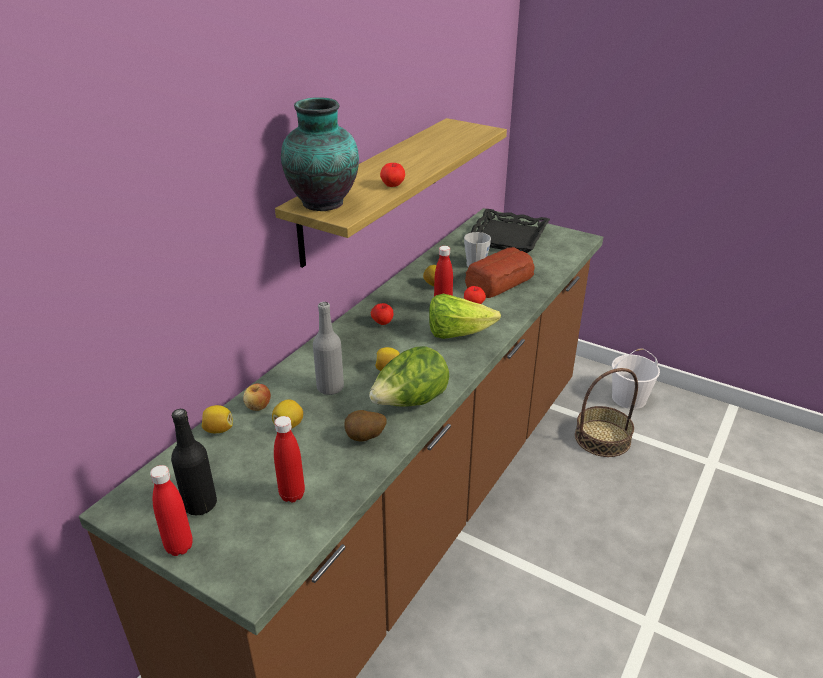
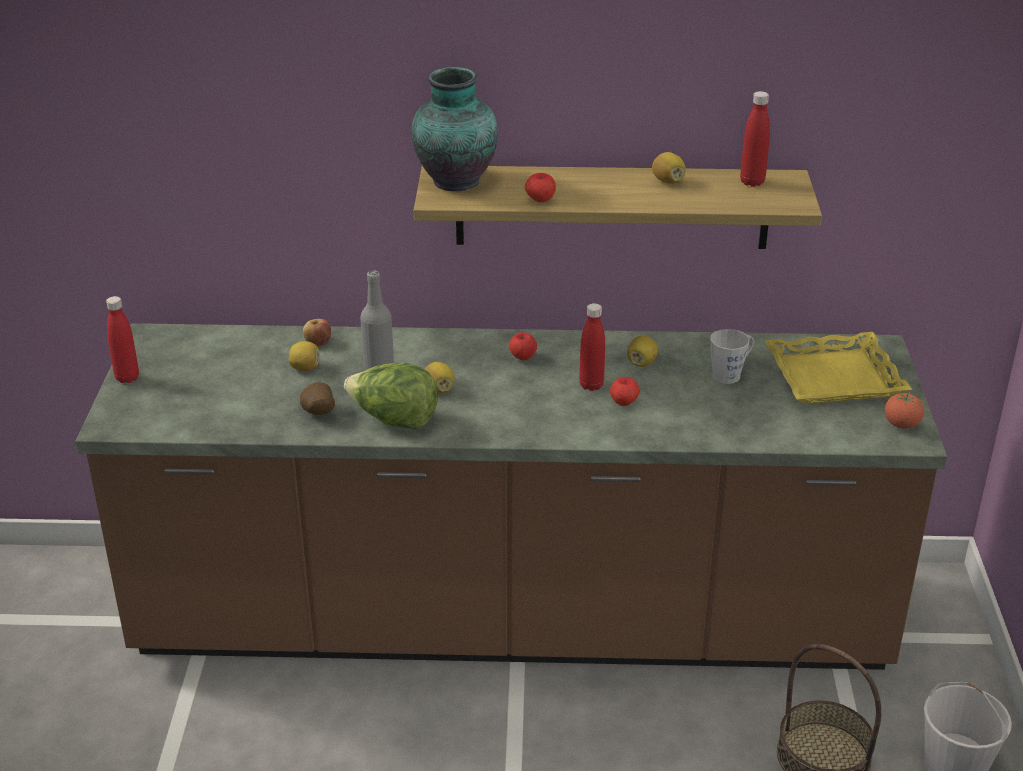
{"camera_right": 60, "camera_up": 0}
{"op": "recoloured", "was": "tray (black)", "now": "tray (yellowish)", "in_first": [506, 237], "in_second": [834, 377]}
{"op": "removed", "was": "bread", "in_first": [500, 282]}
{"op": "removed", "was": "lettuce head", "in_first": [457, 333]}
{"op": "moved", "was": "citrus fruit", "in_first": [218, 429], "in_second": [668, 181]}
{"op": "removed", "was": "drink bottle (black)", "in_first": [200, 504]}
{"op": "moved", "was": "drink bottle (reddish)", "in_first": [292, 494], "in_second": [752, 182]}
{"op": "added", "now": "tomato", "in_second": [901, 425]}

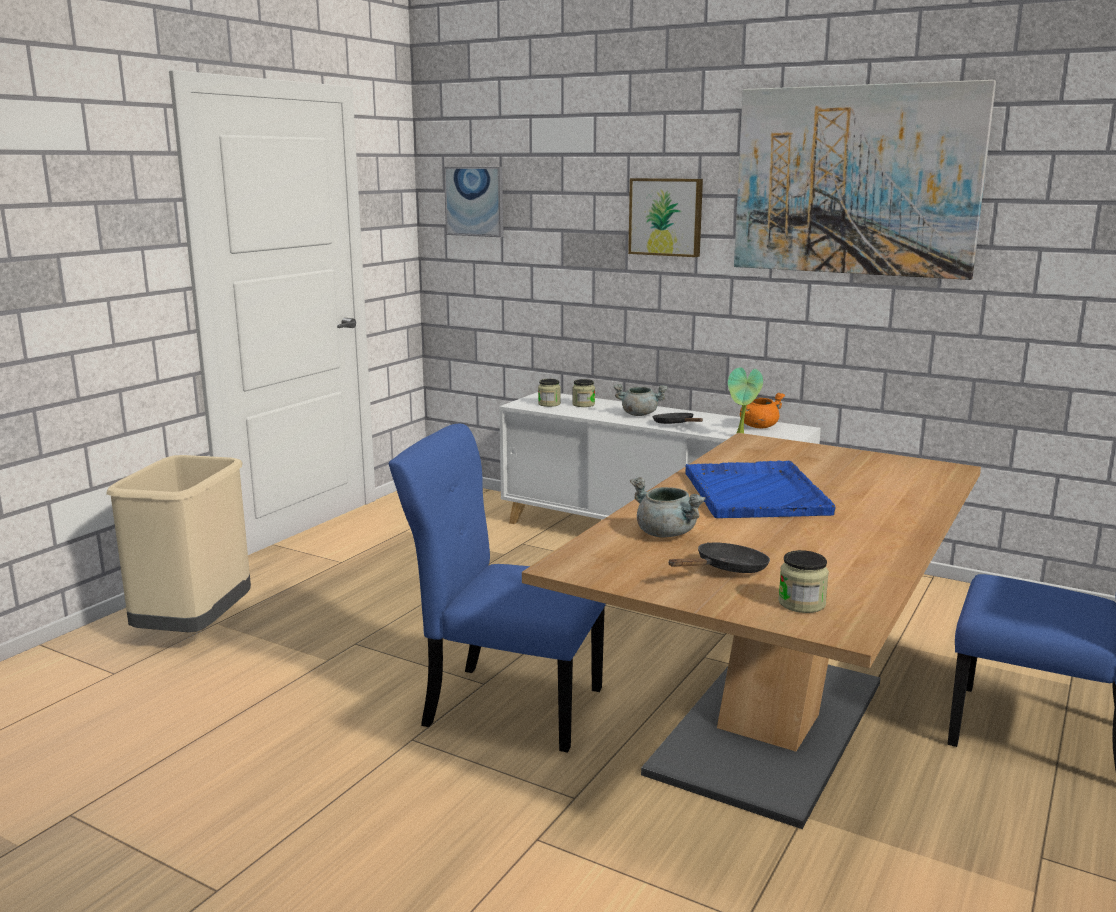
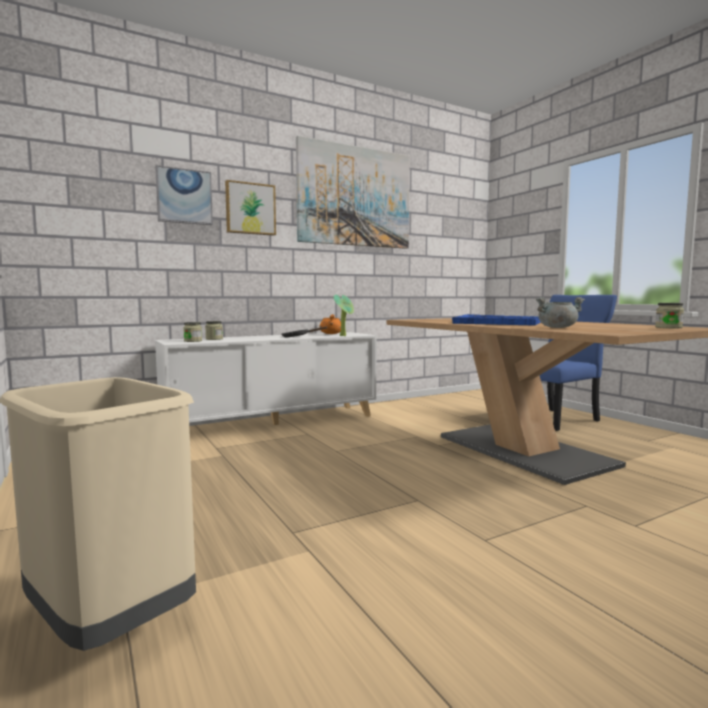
{"camera_right": -60, "camera_up": -10}
{"op": "moved", "was": "wall art", "in_first": [474, 201], "in_second": [184, 196]}
{"op": "removed", "was": "cooking pot (grey)", "in_first": [639, 414]}
{"op": "removed", "was": "plain chair (blue)", "in_first": [506, 705]}
{"op": "removed", "was": "pan (black)", "in_first": [726, 569]}

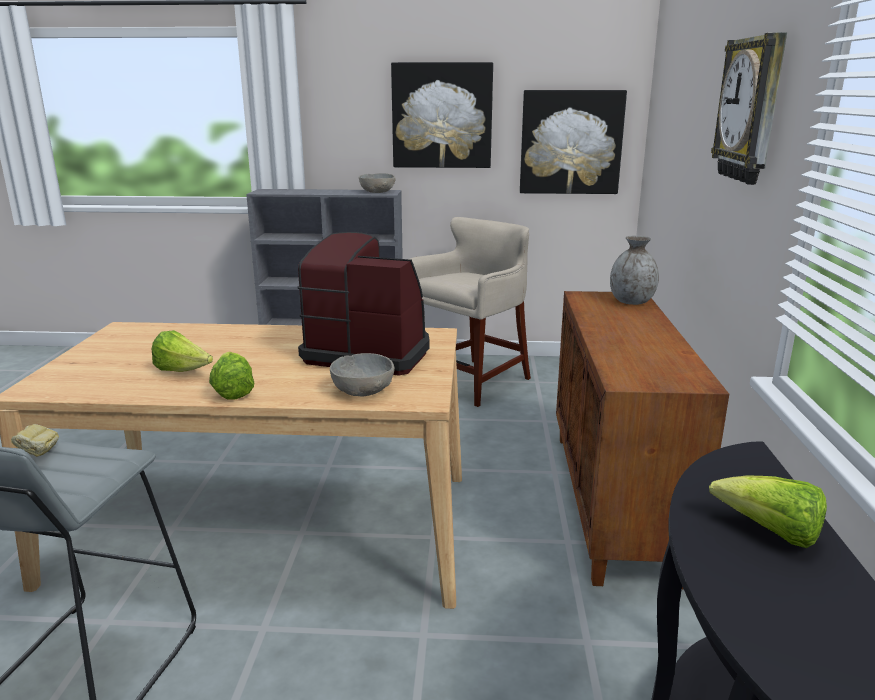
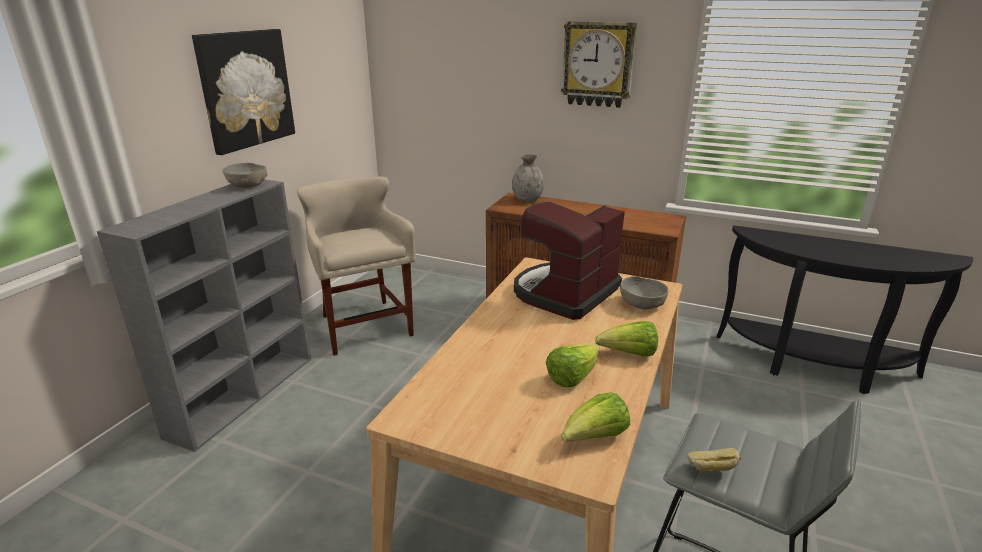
{"camera_right": -70, "camera_up": 5}
{"op": "removed", "was": "wall art", "in_first": [571, 142]}
{"op": "moved", "was": "lettuce head", "in_first": [770, 533], "in_second": [595, 438]}

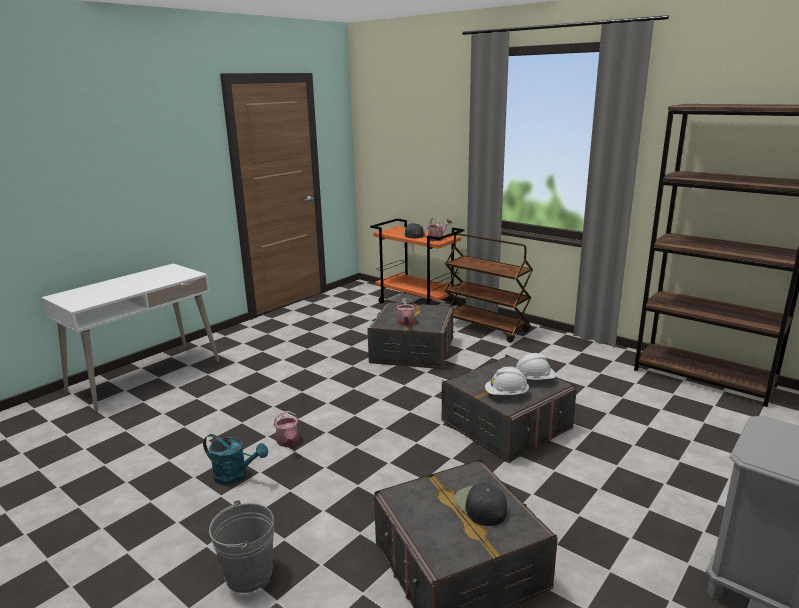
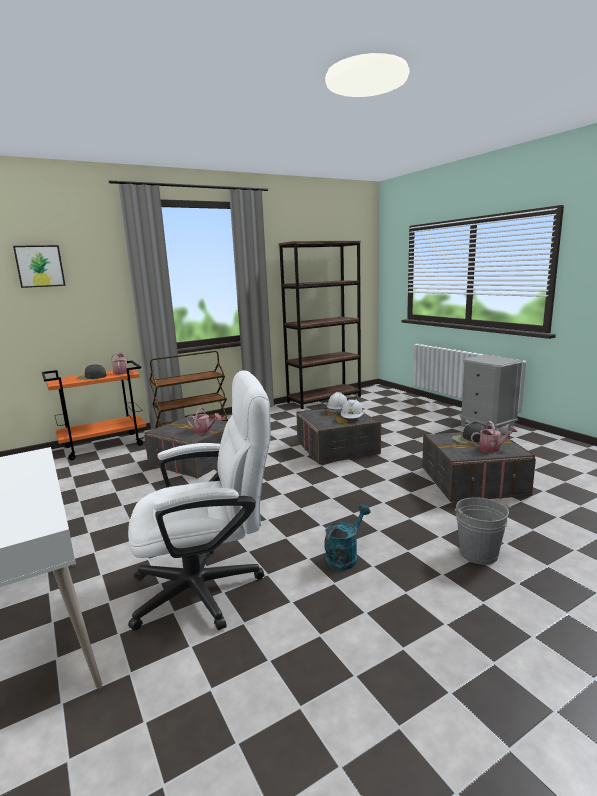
{"camera_right": -70, "camera_up": -5}
{"op": "moved", "was": "sprinkling can", "in_first": [288, 442], "in_second": [492, 448]}
{"op": "added", "now": "wall art", "in_second": [39, 266]}
{"op": "added", "now": "computer chair (white-coloured)", "in_second": [210, 587]}

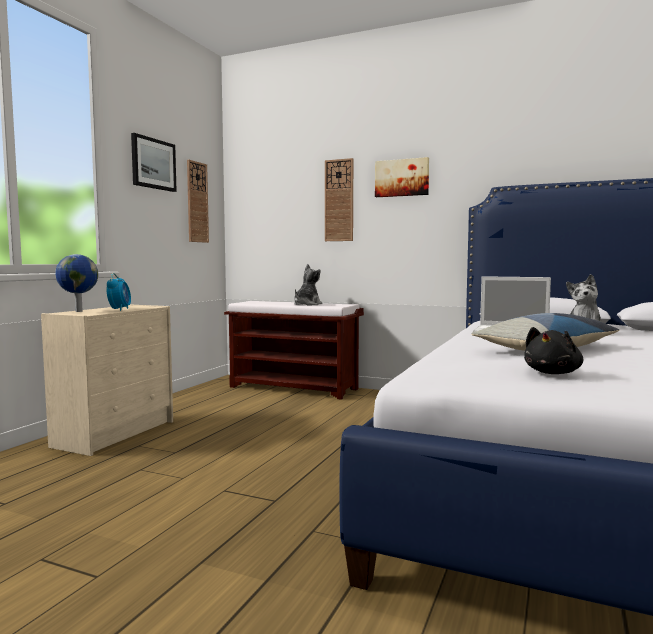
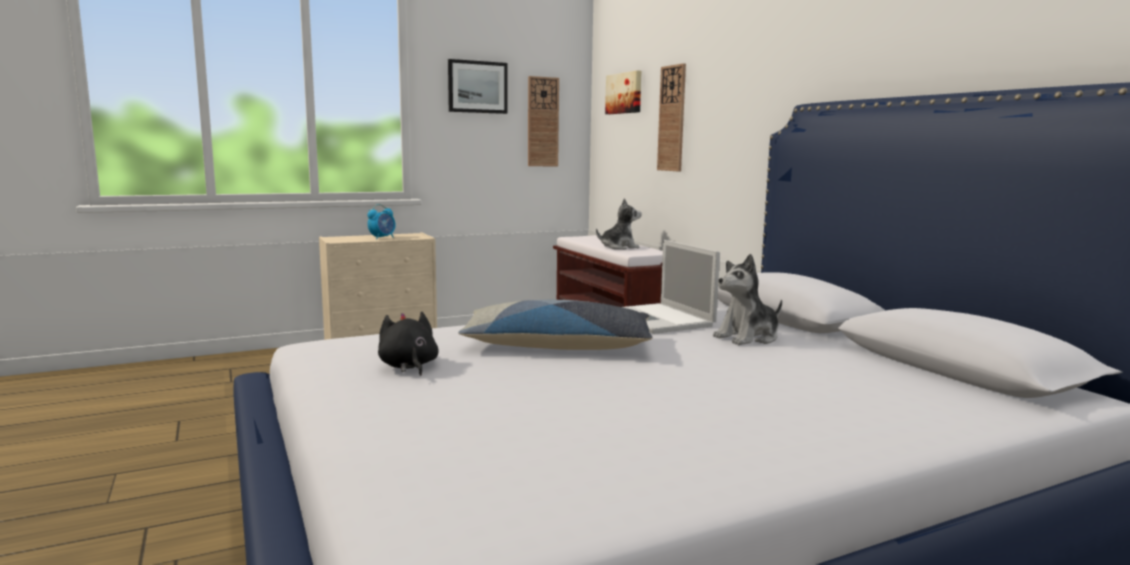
{"camera_right": 40, "camera_up": 5}
{"op": "moved", "was": "wall art", "in_first": [402, 178], "in_second": [625, 93]}
{"op": "removed", "was": "globe", "in_first": [78, 311]}
{"op": "turned", "was": "soft toy (black)", "in_first": [553, 373], "in_second": [408, 366], "clockwise": 75}

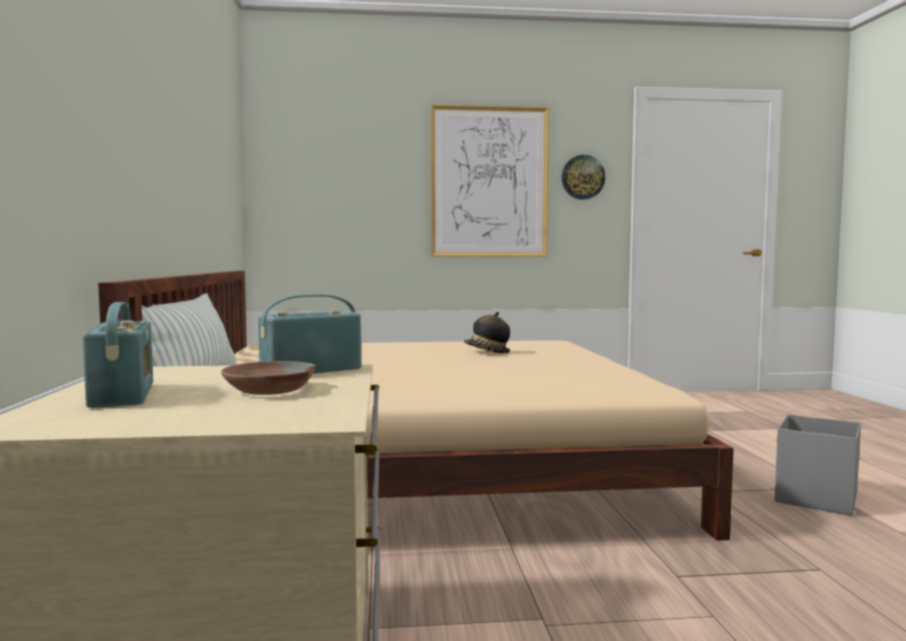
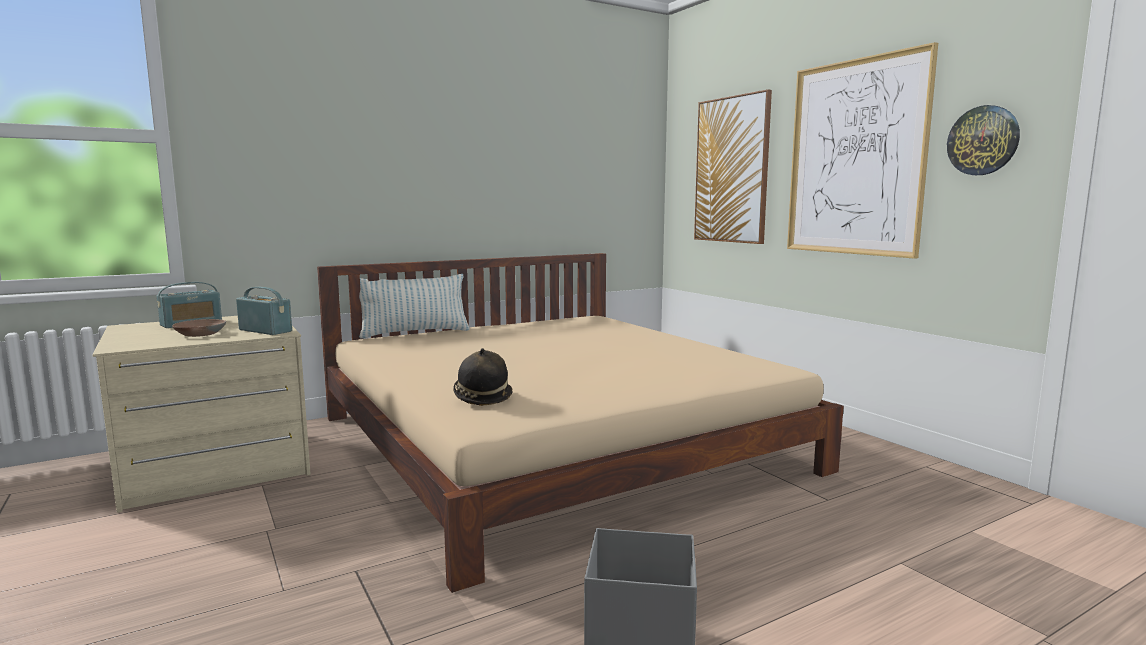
{"camera_right": 65, "camera_up": 5}
{"op": "moved", "was": "wearable hat", "in_first": [487, 352], "in_second": [482, 397]}
{"op": "added", "now": "wall art", "in_second": [732, 170]}

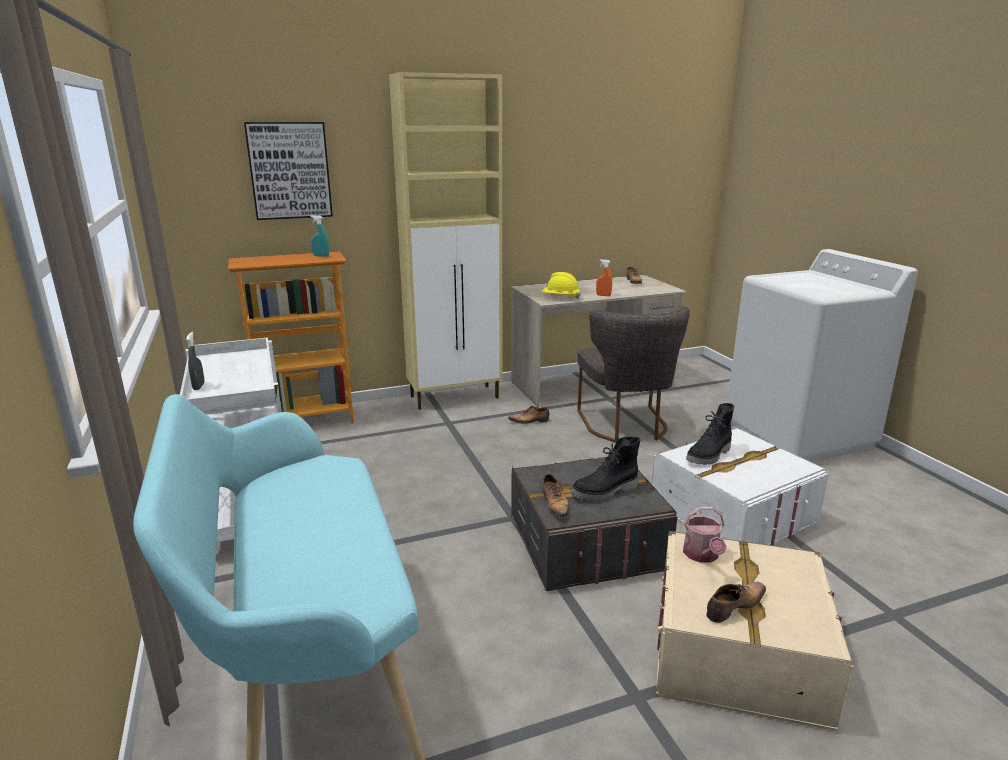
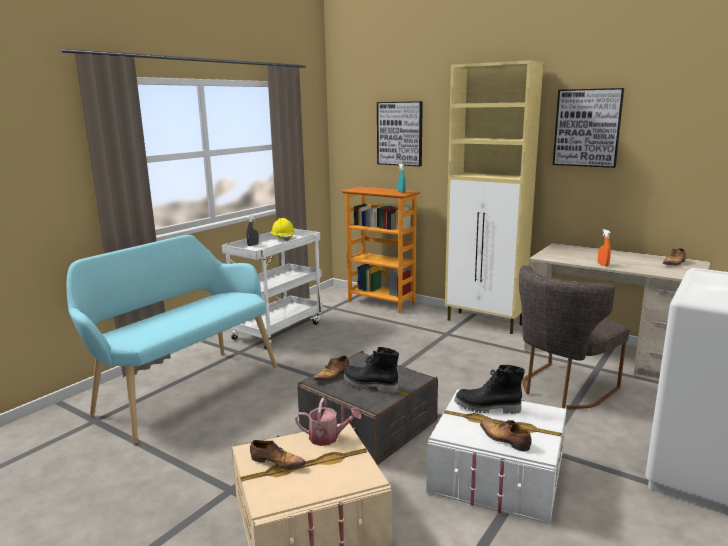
{"camera_right": 55, "camera_up": -5}
{"op": "moved", "was": "safety helmet (yellowish)", "in_first": [560, 298], "in_second": [283, 238]}
{"op": "moved", "was": "item of footwear", "in_first": [529, 421], "in_second": [505, 440]}
{"op": "turned", "was": "sprinkling can", "in_first": [702, 555], "in_second": [328, 438], "clockwise": -135}
{"op": "added", "now": "wall art", "in_second": [587, 128]}

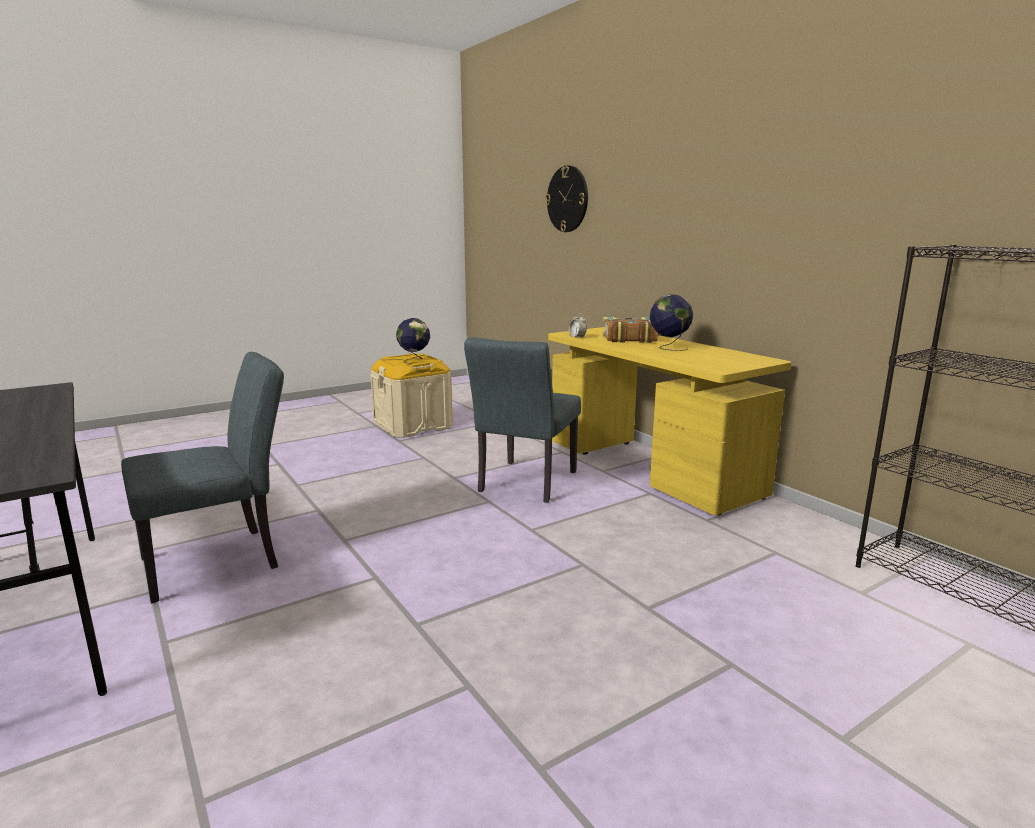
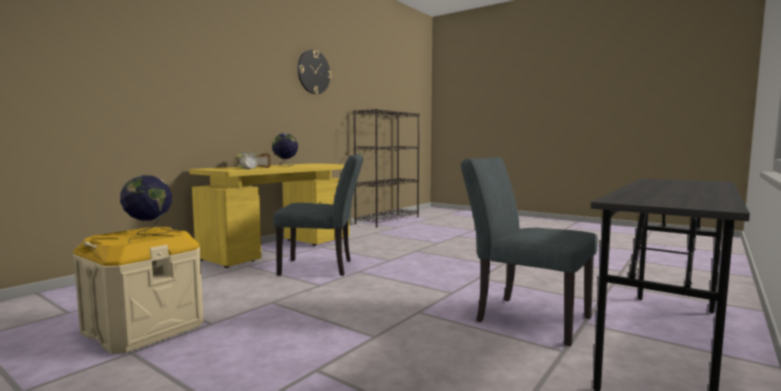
{"camera_right": -110, "camera_up": -10}
{"op": "moved", "was": "hanging clock", "in_first": [567, 199], "in_second": [313, 72]}

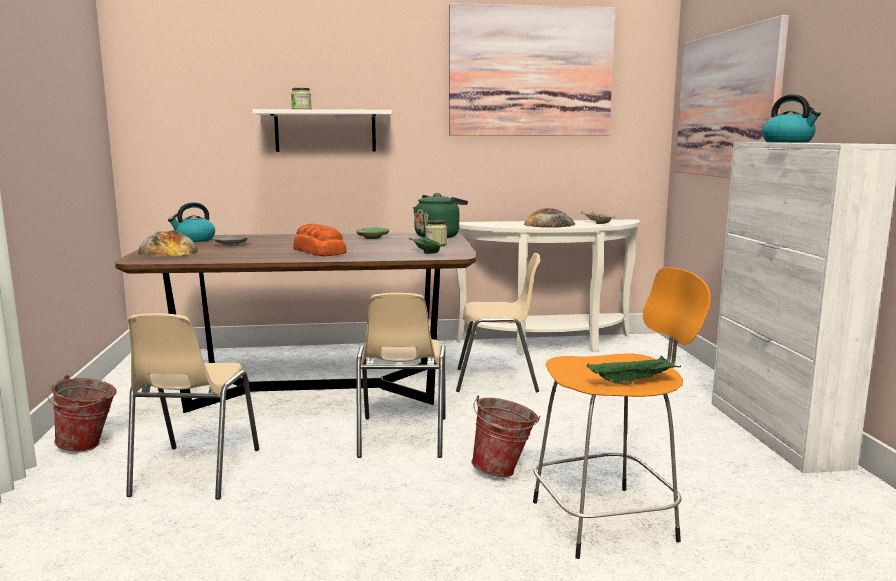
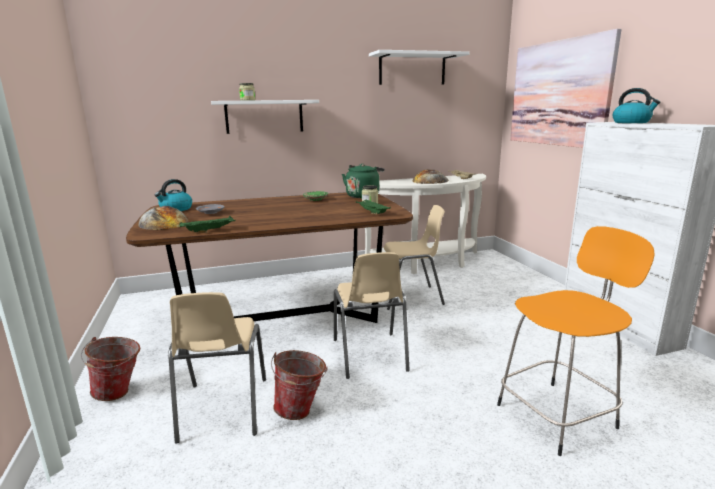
{"camera_right": -10, "camera_up": 5}
{"op": "replaced", "was": "wall art", "now": "shelf (white-coloured)", "in_first": [530, 72], "in_second": [412, 69]}
{"op": "removed", "was": "bread", "in_first": [319, 251]}
{"op": "moved", "was": "tray (greenish)", "in_first": [632, 381], "in_second": [209, 231]}
{"op": "moved", "was": "pail", "in_first": [504, 471], "in_second": [301, 410]}

